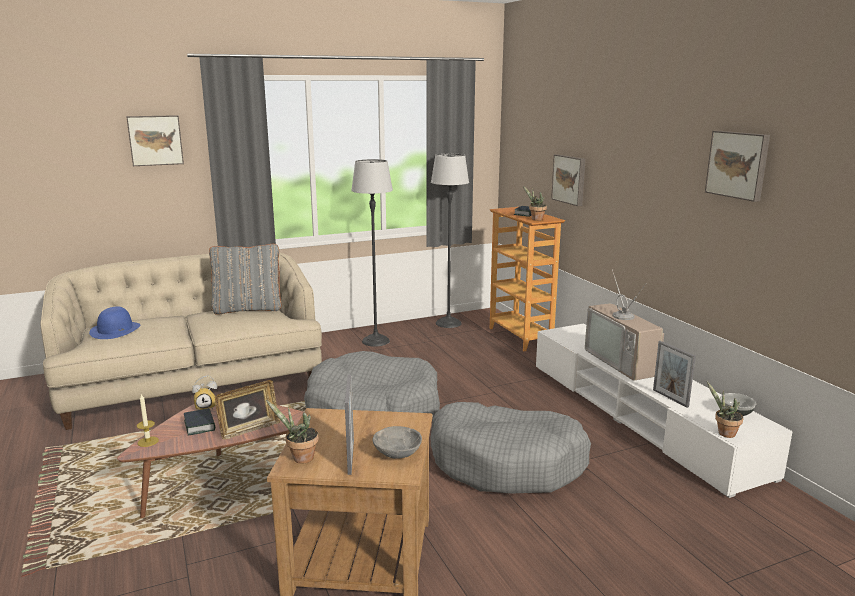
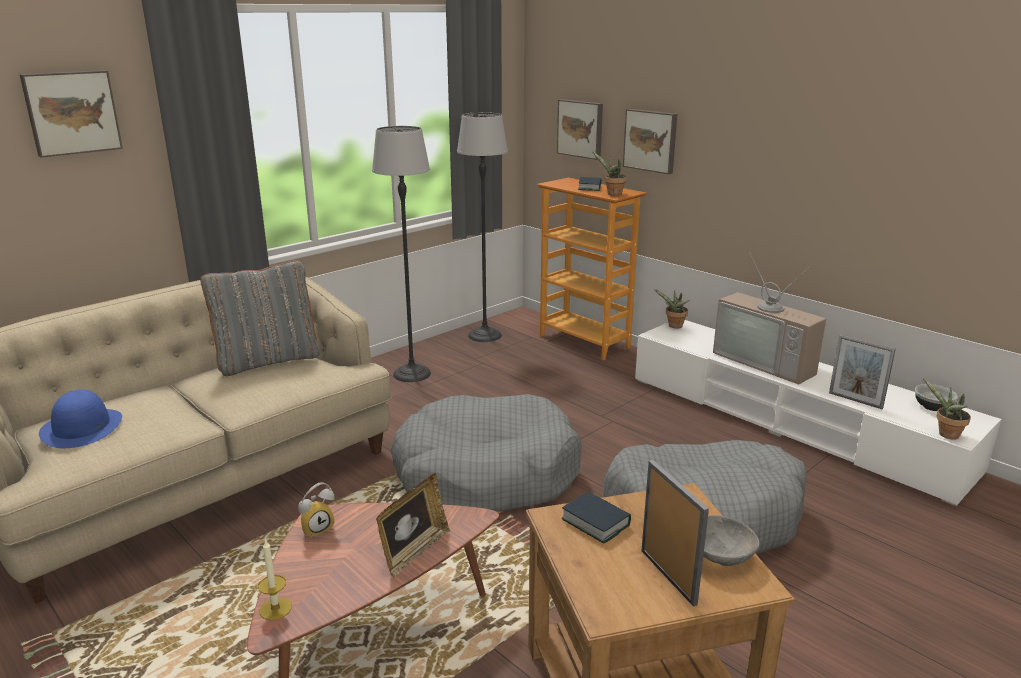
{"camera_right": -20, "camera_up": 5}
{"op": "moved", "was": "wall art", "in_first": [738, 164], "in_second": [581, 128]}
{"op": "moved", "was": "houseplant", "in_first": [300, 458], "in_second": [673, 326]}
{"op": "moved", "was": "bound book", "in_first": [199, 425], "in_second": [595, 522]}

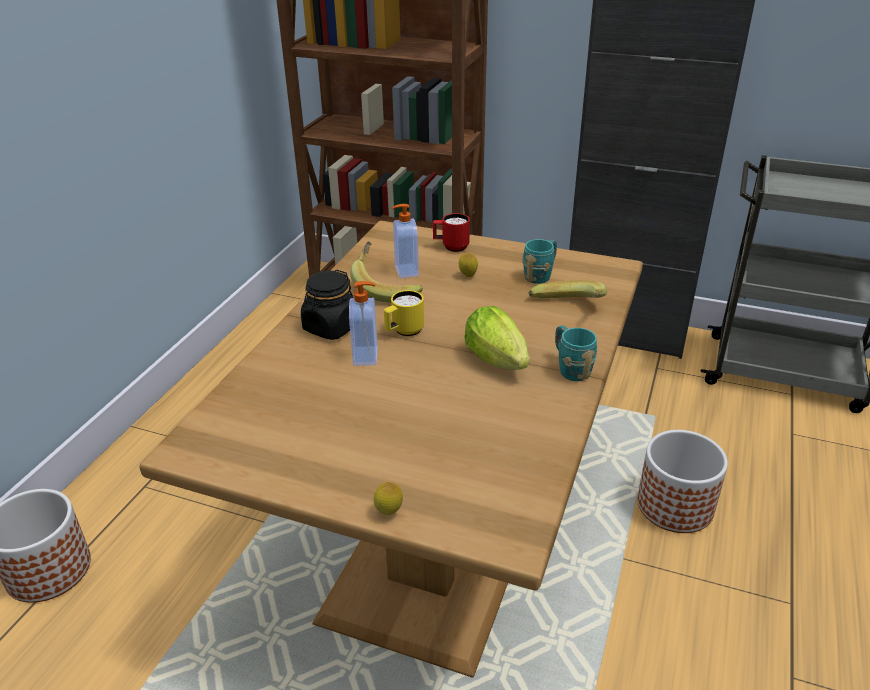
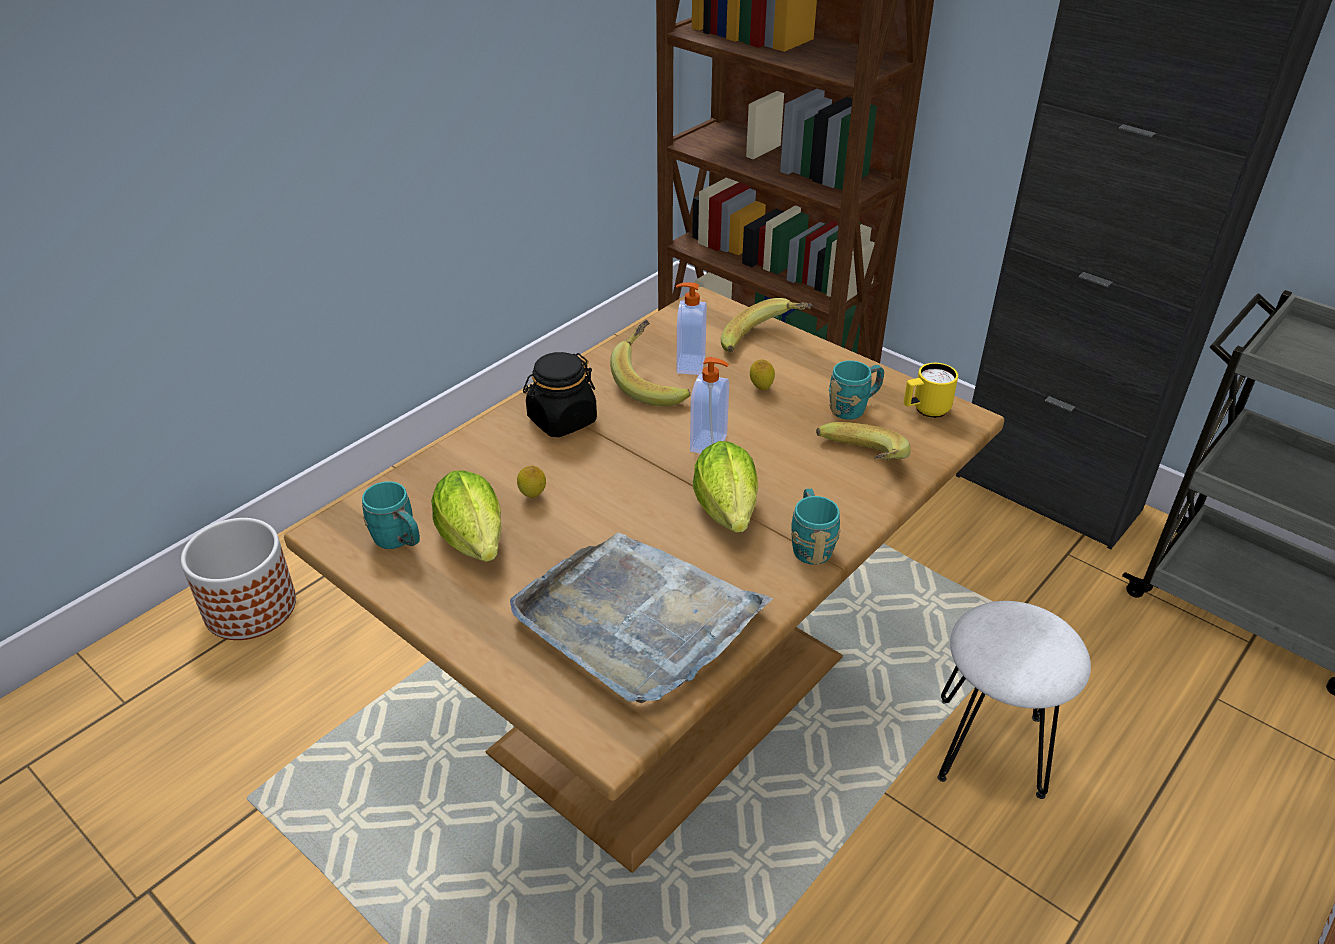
{"camera_right": 20, "camera_up": 5}
{"op": "replaced", "was": "mug (reddish)", "now": "banana fruit", "in_first": [451, 247], "in_second": [765, 343]}
{"op": "moved", "was": "liquid soap bottle", "in_first": [367, 356], "in_second": [710, 443]}
{"op": "moved", "was": "mug (yellowish)", "in_first": [404, 331], "in_second": [925, 411]}
{"op": "replaced", "was": "plant pot", "now": "stool seat (white-coloured)", "in_first": [675, 506], "in_second": [990, 748]}
{"op": "moved", "was": "citrus fruit", "in_first": [389, 513], "in_second": [533, 497]}
{"op": "added", "now": "lettuce head", "in_second": [475, 545]}
{"op": "added", "now": "mug (turquoise-coloured)", "in_second": [399, 541]}
{"op": "added", "now": "tray (grey)", "in_second": [637, 620]}

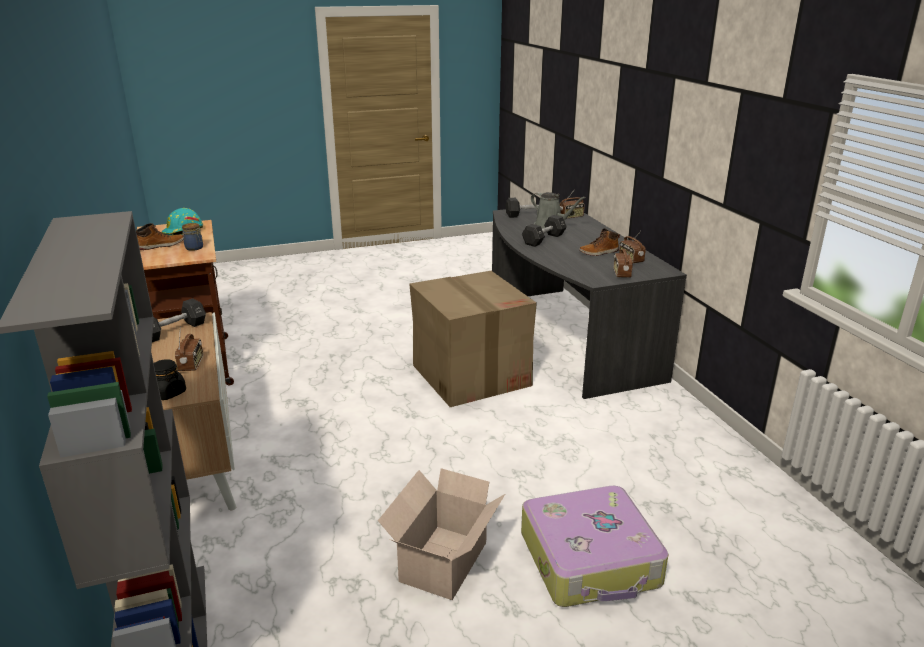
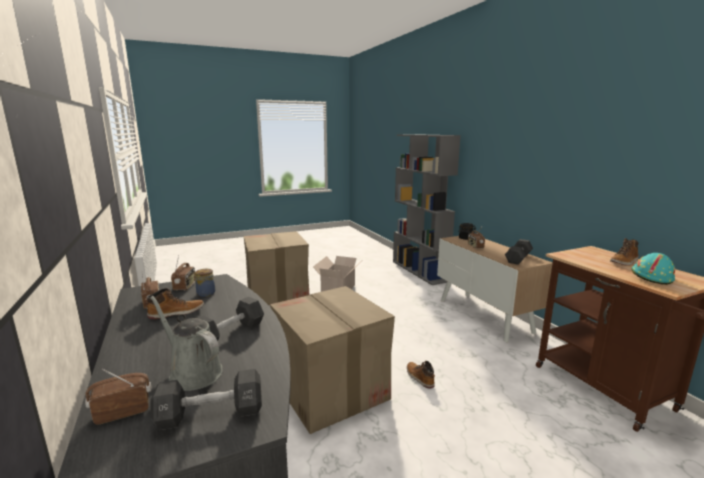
{"camera_right": 175, "camera_up": -10}
{"op": "moved", "was": "storage jar", "in_first": [195, 248], "in_second": [205, 293]}
{"op": "replaced", "was": "piece of luggage", "now": "carton", "in_first": [591, 560], "in_second": [277, 292]}
{"op": "added", "now": "tall boot", "in_second": [419, 378]}

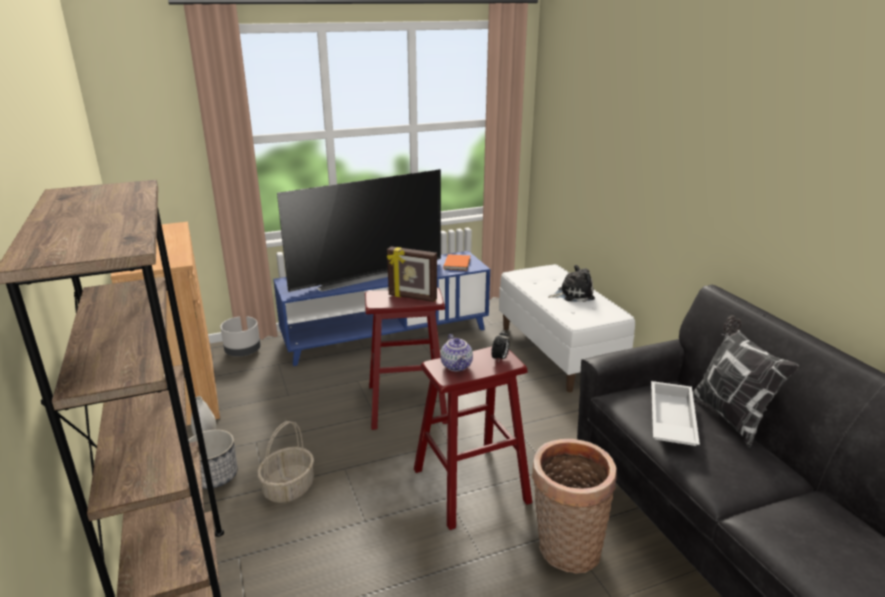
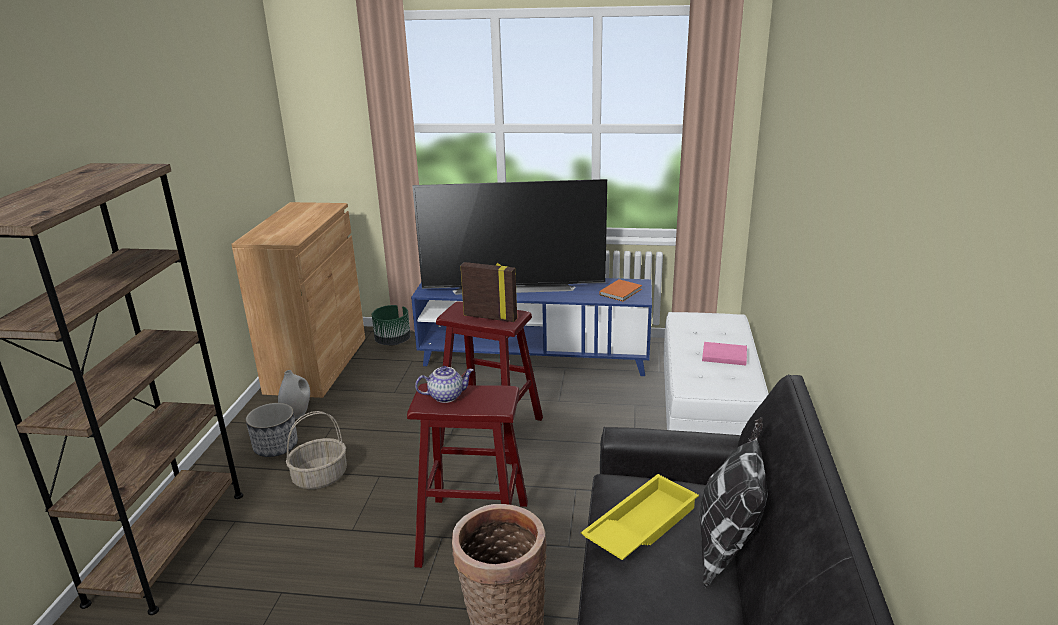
{"camera_right": 30, "camera_up": 0}
{"op": "turned", "was": "standing frame", "in_first": [412, 297], "in_second": [490, 317], "clockwise": 150}
{"op": "replaced", "was": "soft toy", "now": "bound book (pinkish)", "in_first": [573, 294], "in_second": [723, 355]}
{"op": "recoloured", "was": "plant pot (grey)", "now": "plant pot (greenish)", "in_first": [243, 352], "in_second": [393, 341]}
{"op": "removed", "was": "alarm clock", "in_first": [500, 359]}
{"op": "turned", "was": "teapot", "in_first": [457, 366], "in_second": [446, 396], "clockwise": -120}
{"op": "recoloured", "was": "tray (white-coloured)", "now": "tray (yellowish)", "in_first": [669, 420], "in_second": [640, 525]}

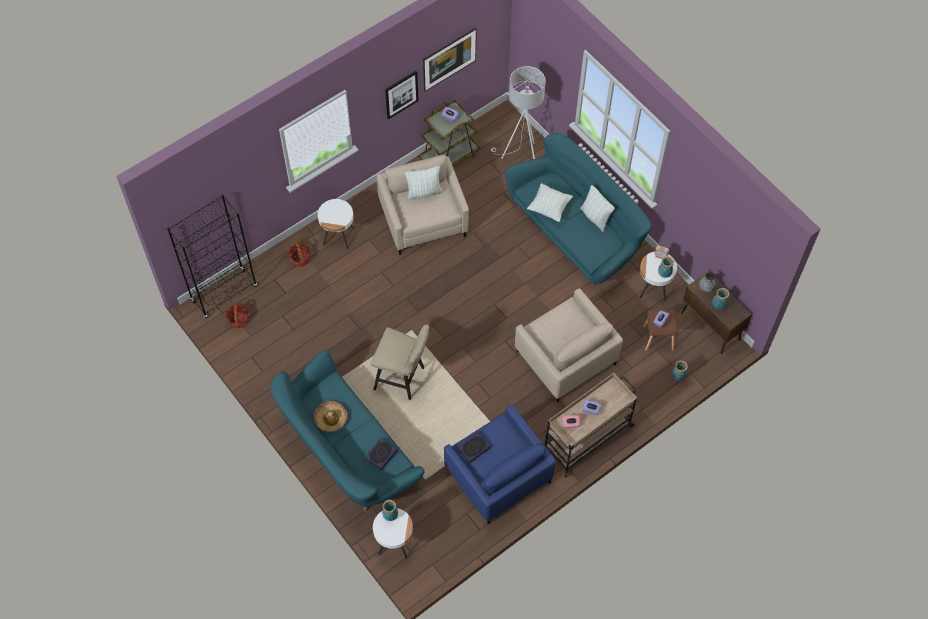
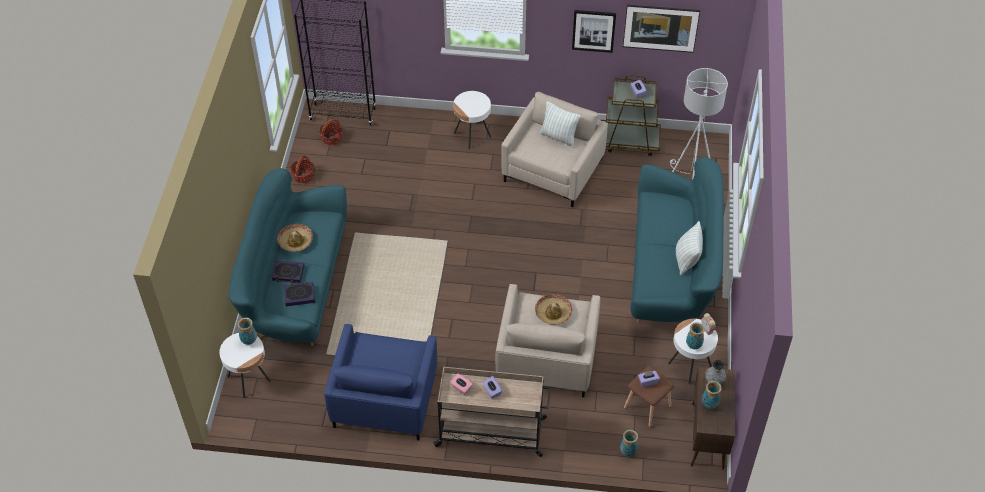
{"camera_right": 45, "camera_up": -10}
{"op": "removed", "was": "throw pillow", "in_first": [549, 208]}
{"op": "moved", "was": "basket", "in_first": [300, 258], "in_second": [303, 175]}
{"op": "removed", "was": "stool seat (beige-coloured)", "in_first": [403, 379]}
{"op": "moved", "was": "bound book", "in_first": [473, 448], "in_second": [288, 273]}
{"op": "added", "now": "wearable hat", "in_second": [553, 313]}

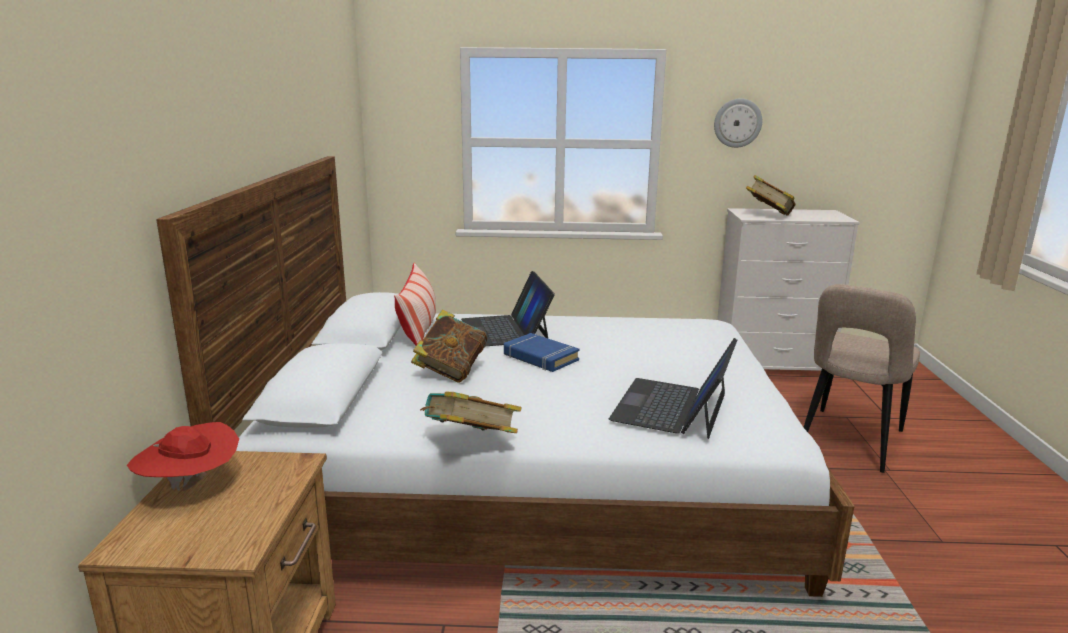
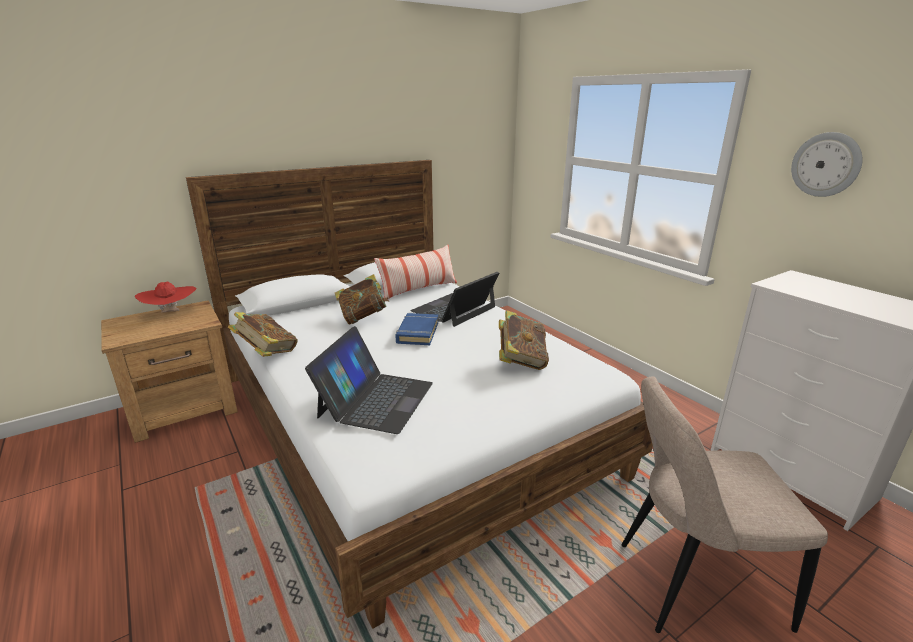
{"camera_right": 55, "camera_up": 5}
{"op": "moved", "was": "bound book", "in_first": [768, 215], "in_second": [521, 361]}
{"op": "turned", "was": "notebook computer", "in_first": [672, 407], "in_second": [375, 399], "clockwise": 120}

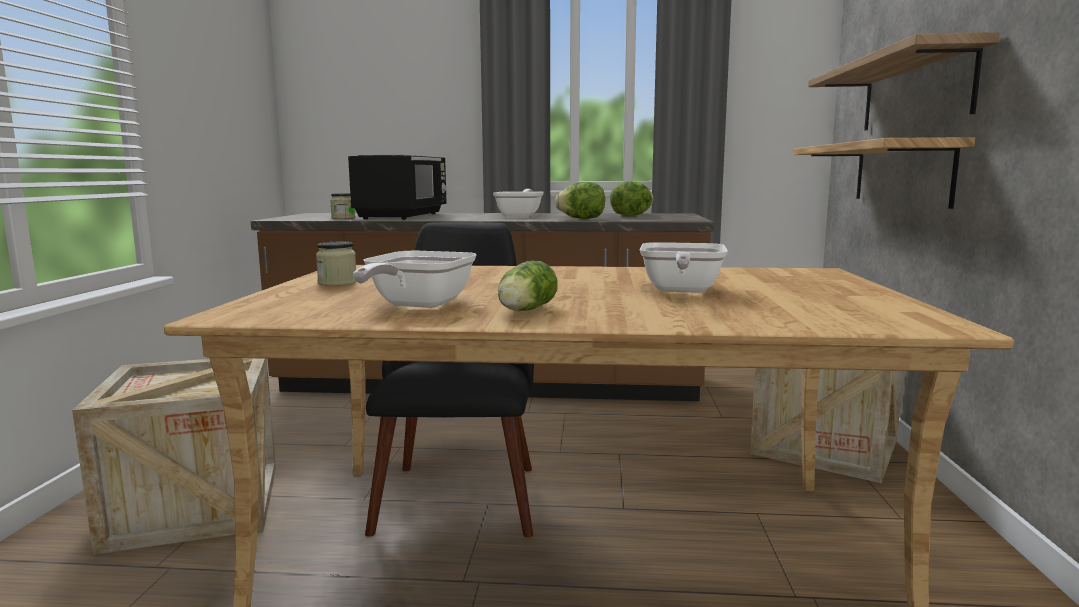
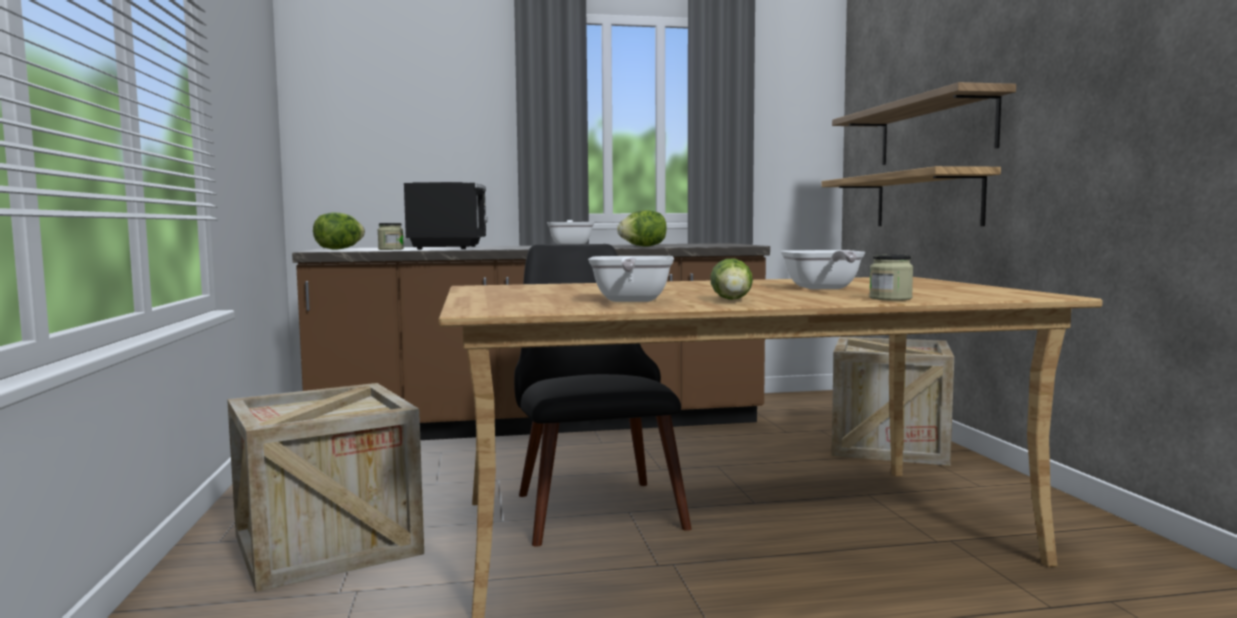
{"camera_right": -15, "camera_up": -5}
{"op": "moved", "was": "lettuce head", "in_first": [631, 216], "in_second": [339, 249]}
{"op": "moved", "was": "storage jar", "in_first": [337, 283], "in_second": [890, 298]}

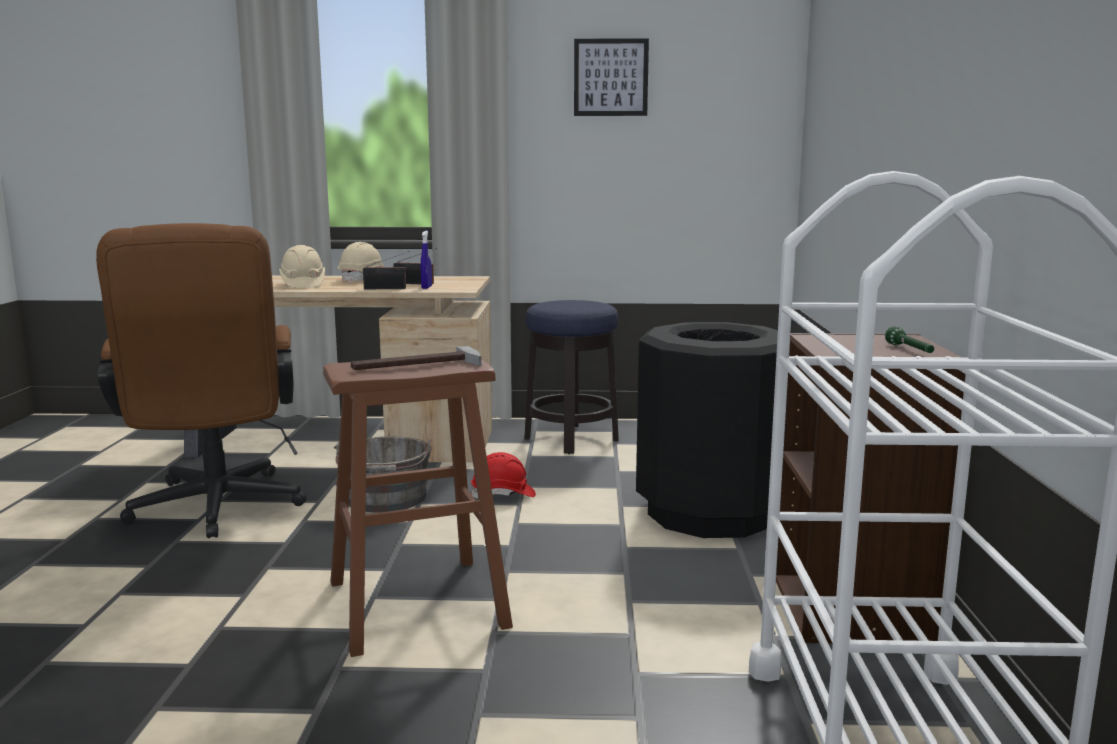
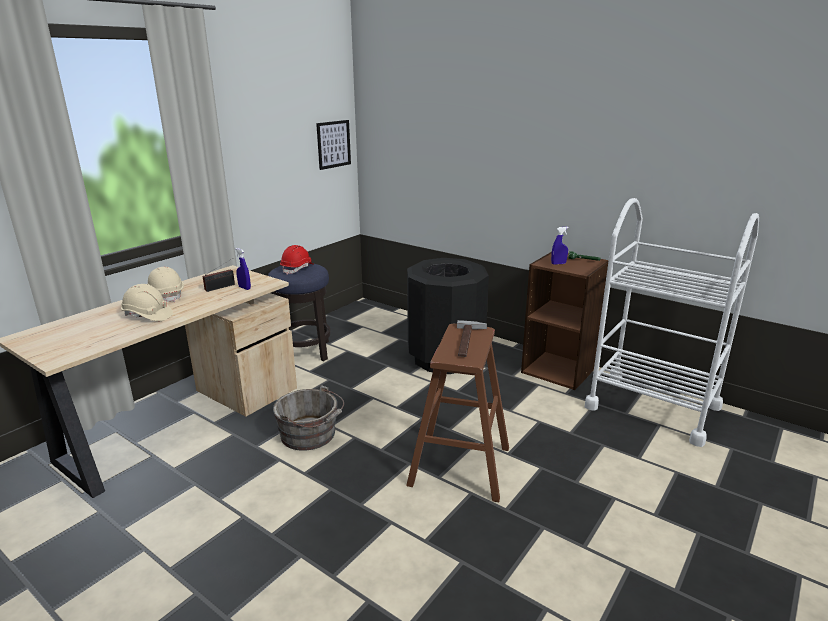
{"camera_right": -55, "camera_up": 10}
{"op": "moved", "was": "wall art", "in_first": [611, 77], "in_second": [333, 144]}
{"op": "removed", "was": "computer chair (brown)", "in_first": [215, 511]}
{"op": "removed", "was": "radio", "in_first": [387, 288]}
{"op": "moved", "was": "safety helmet (reddish)", "in_first": [503, 495], "in_second": [298, 269]}
{"op": "added", "now": "sprayer (blue)", "in_second": [558, 264]}

